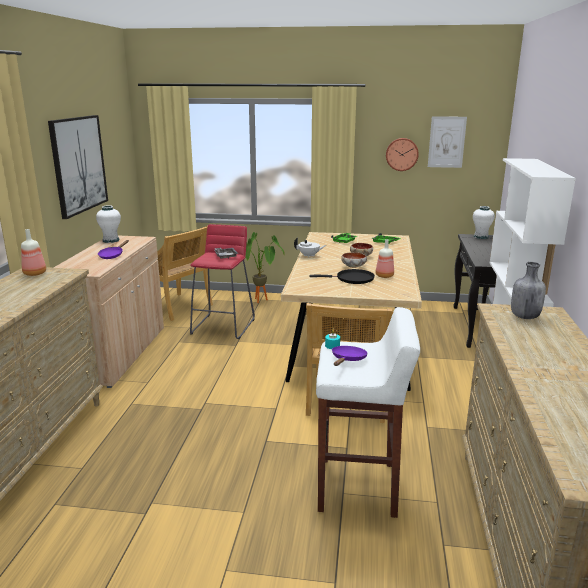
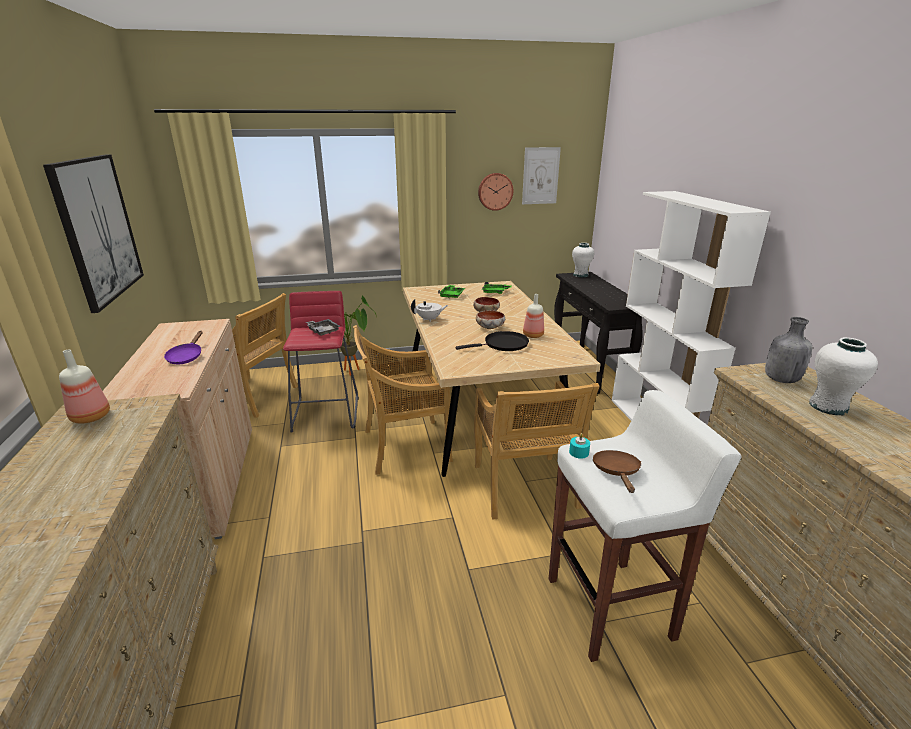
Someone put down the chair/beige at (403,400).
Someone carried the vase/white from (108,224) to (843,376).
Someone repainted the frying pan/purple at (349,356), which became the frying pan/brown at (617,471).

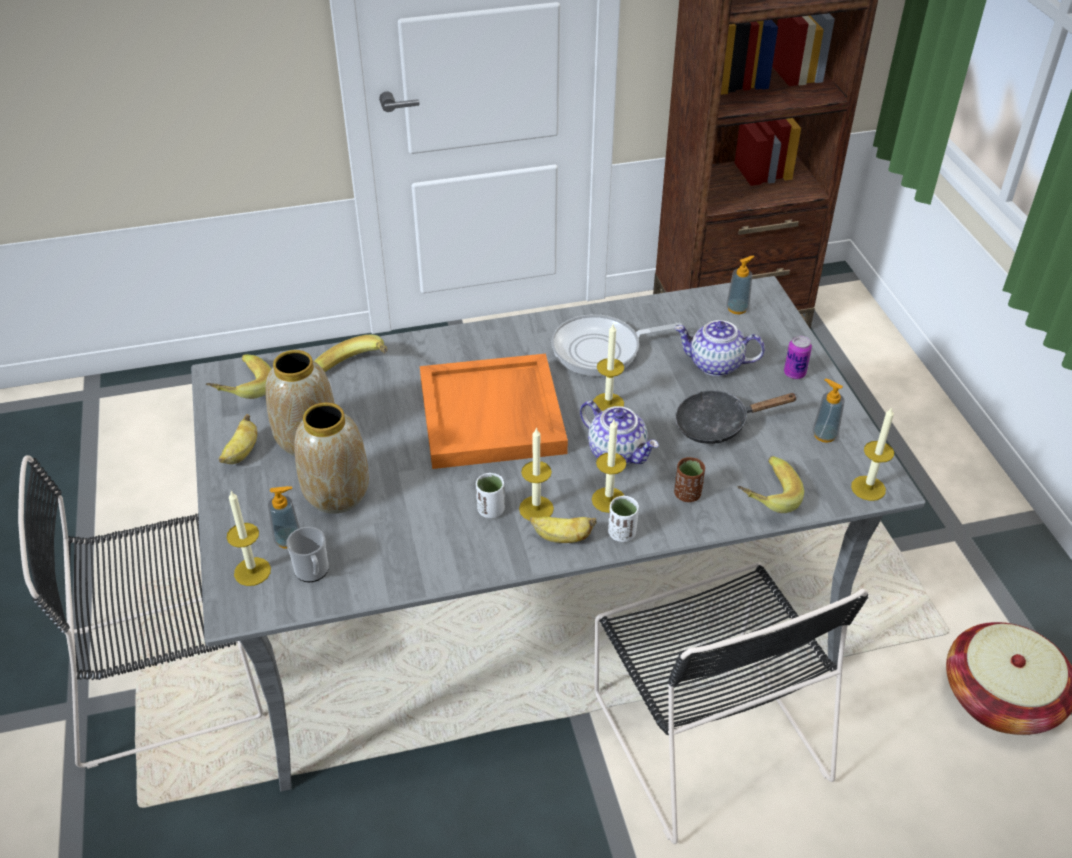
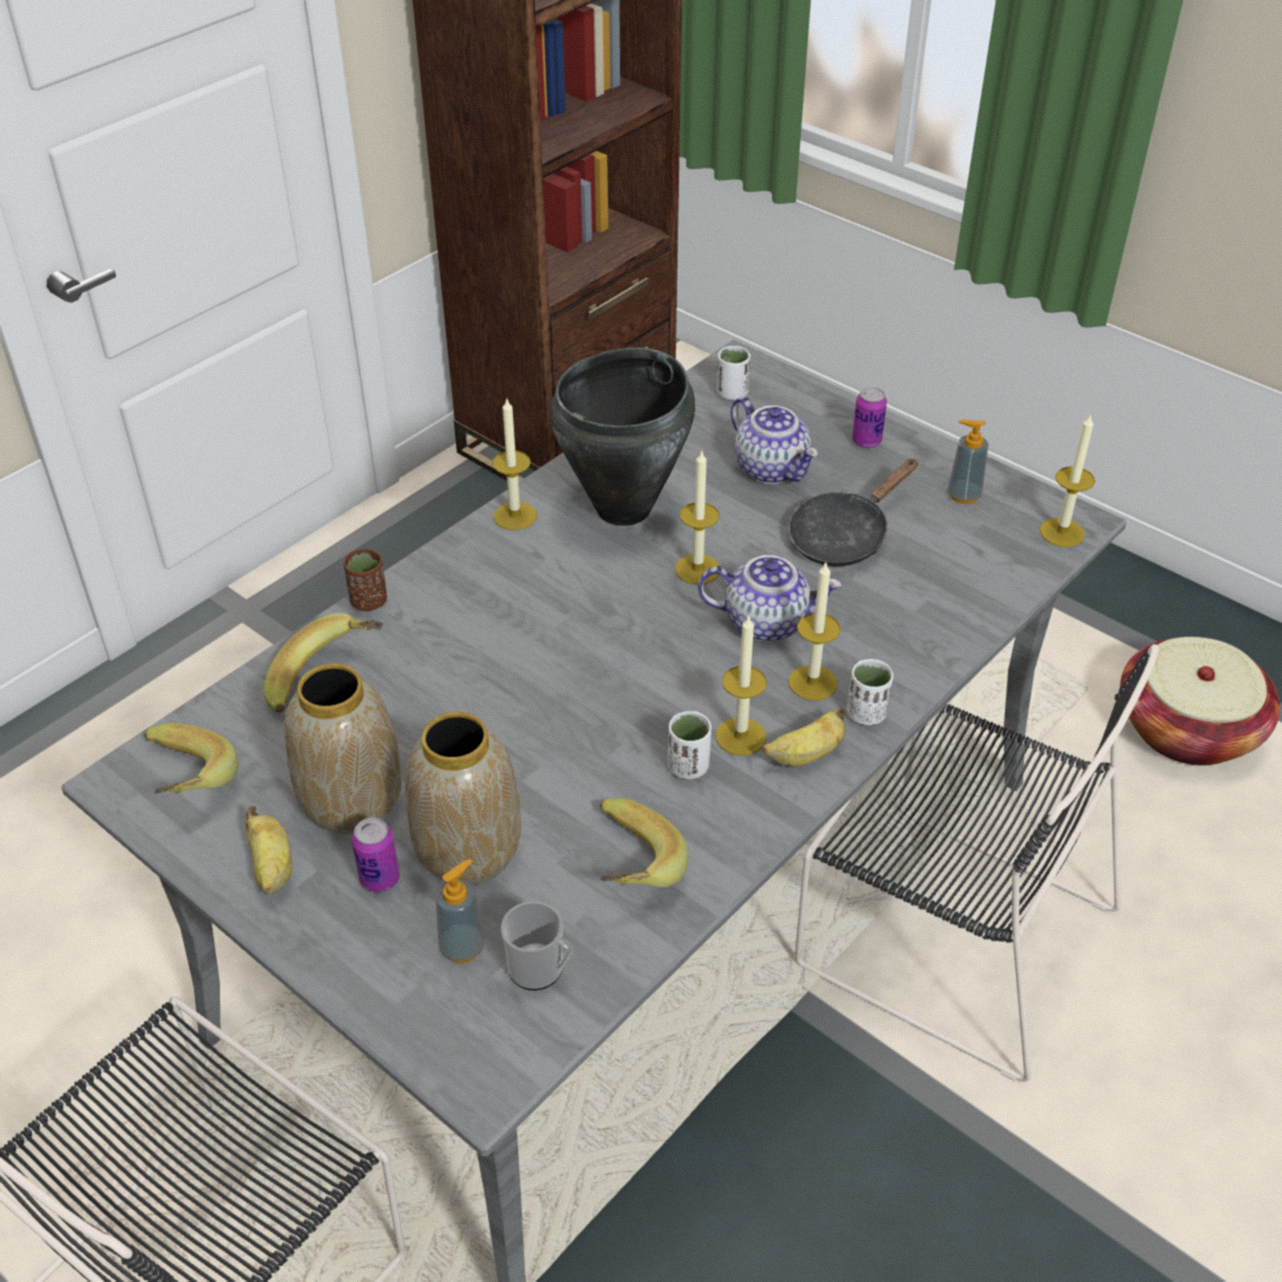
Someone took away the tray/orange at (494,411).
Someone put down the can at (376,854).
Someone carried the candle from (249,538) to (514,463).
Someone carried the cup/brown from (689,479) to (365,580).
Someone carried the banana from (770,484) to (644,842).
Someone swapped the frying pan at (617,345) for the cooking pot/black at (622,437).
Someone swapped the soap dispenser at (740,285) for the cup/white at (734,373).
Someone rotated the teapot at (719,348) by 105 degrees counterclockwise.

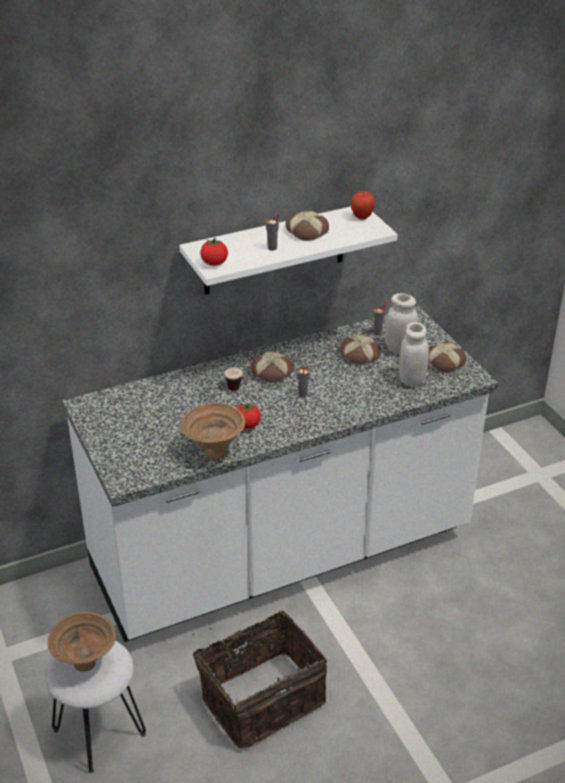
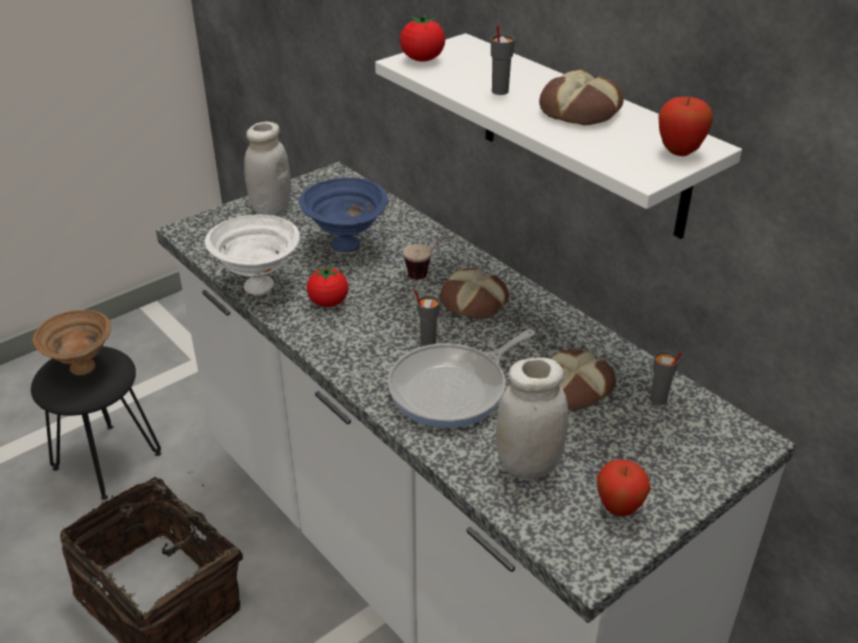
Someone put down the bowl/blue at (343,215).
Someone put down the frying pan at (461,378).
Someone carried the jar/white from (401,324) to (267,169).
Someone swapped the bread at (447,357) for the apple at (623,488).
Someone repainted the stool/white at (95,707), which became the stool/black at (96,423).
Someone repainted the bowl/brown at (213,431), which became the bowl/white at (252,255).

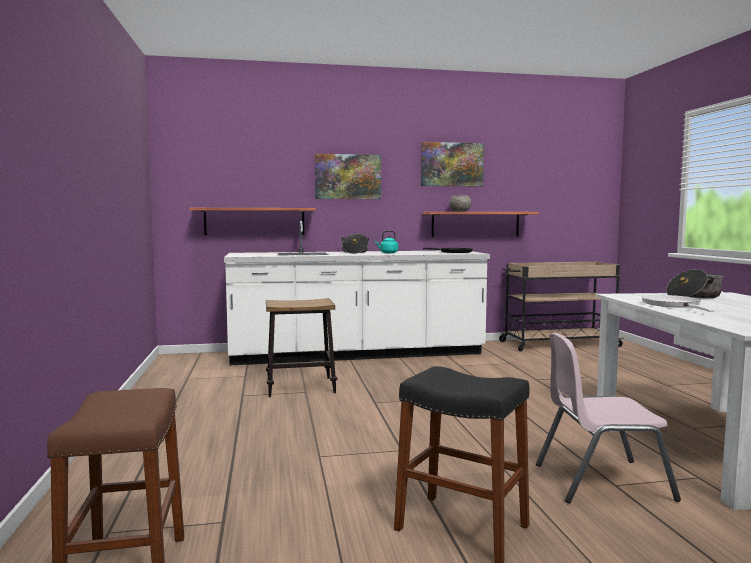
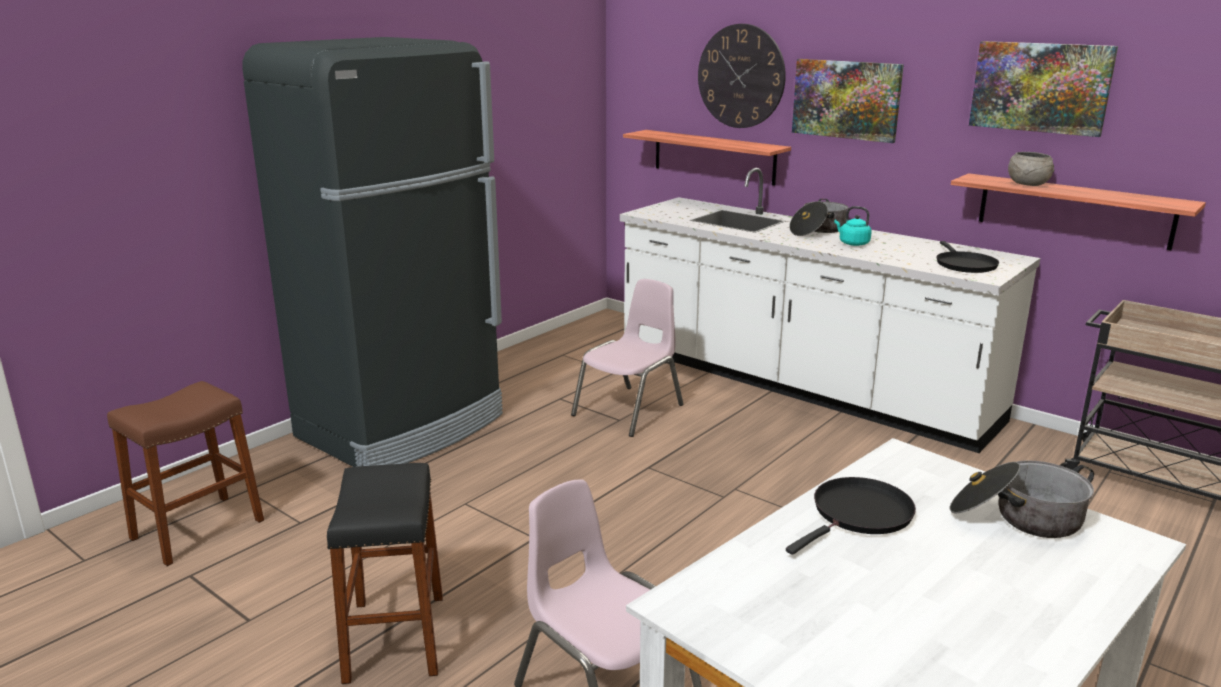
Someone put down the fridge/black at (372,252).
Someone put up the wall clock at (742,76).
Someone swapped the stool at (302,347) for the chair/pink at (627,358).
Someone repainted the frying pan/white at (678,303), which became the frying pan/black at (851,516).

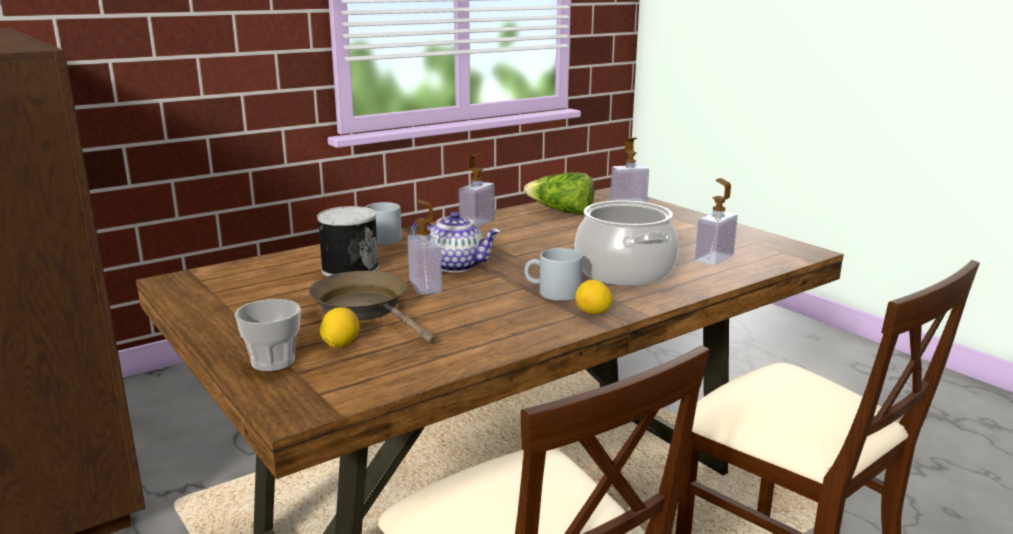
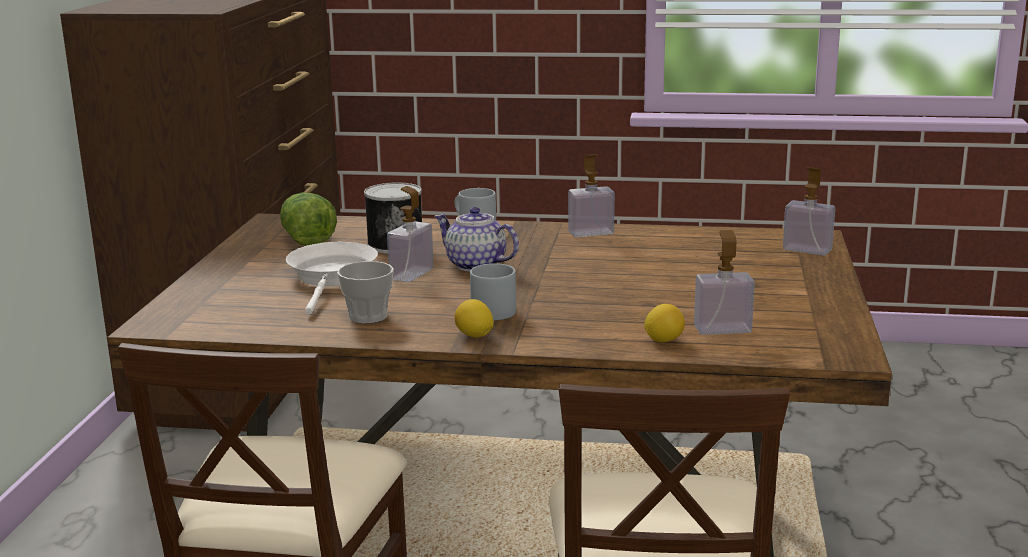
Someone took away the cooking pot at (626,243).
Someone carried the cup from (268,335) to (365,292).
Someone carried the lemon from (339,327) to (664,323).
Someone carried the lettuce from (559,193) to (308,219).
Someone repainted the frying pan/brown at (372,307), which became the frying pan/white at (332,278).
Someone rotated the teapot at (456,242) by 150 degrees clockwise.

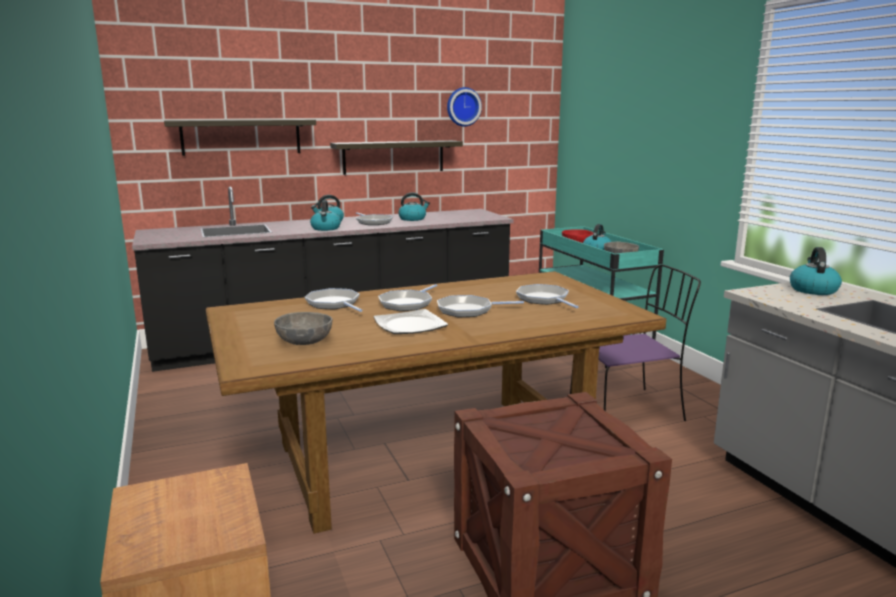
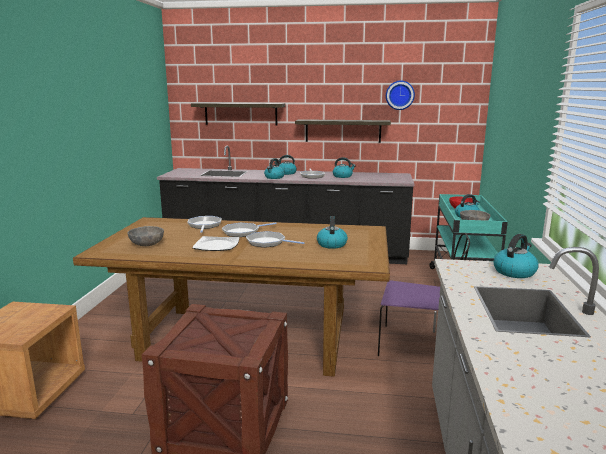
Someone swapped the frying pan at (547,296) for the kettle at (332,232).

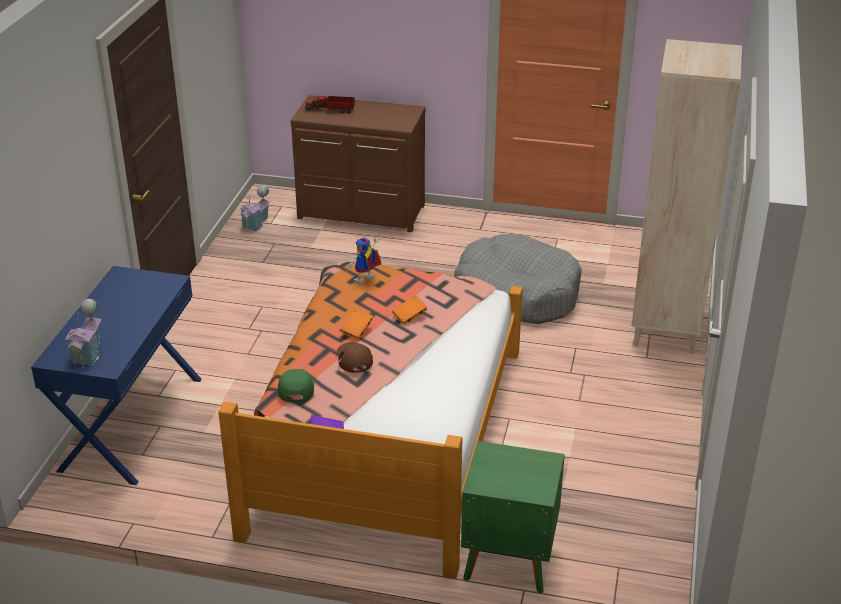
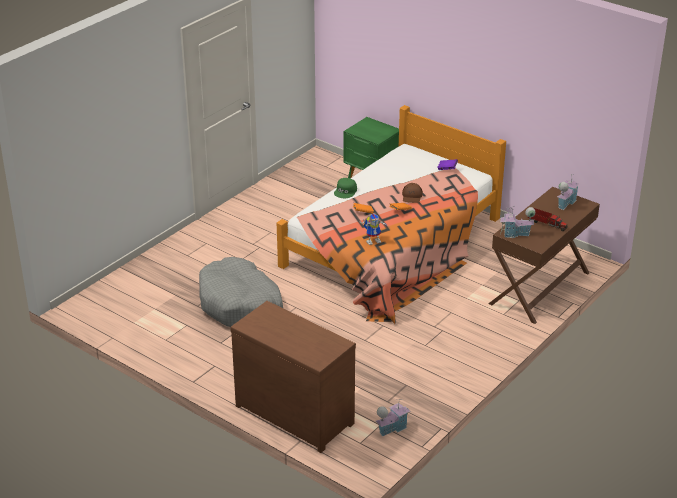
Someone took away the bookcase/beige at (686,196).
Someone put down the toy house at (517,222).
Someone carried the cap/green from (296,385) to (345,188).
Someone carried the toy truck from (330,103) to (548,219).
Someone repainted the desk/blue at (116,375), which became the desk/brown at (544,255).

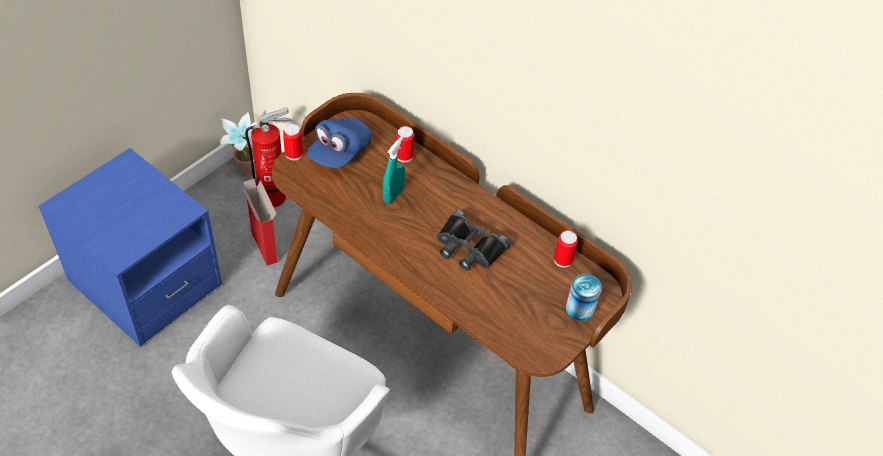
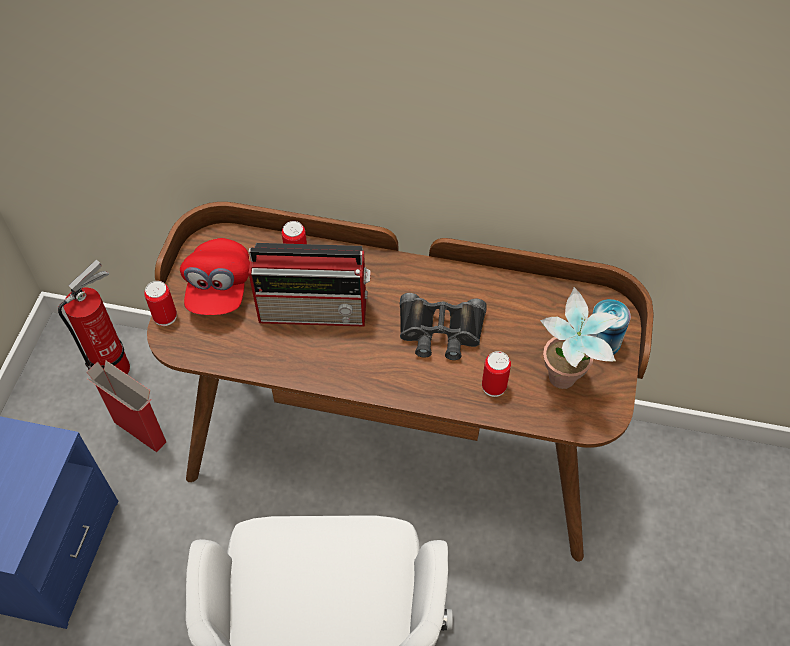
Someone carried the potted plant from (238,143) to (580,338).
Someone carried the can from (566,249) to (496,374).
Someone swapped the spray bottle/turquoise at (394,170) for the radio at (310,285).
Someone repainted the cap/blue at (339,142), which became the cap/red at (215,276).

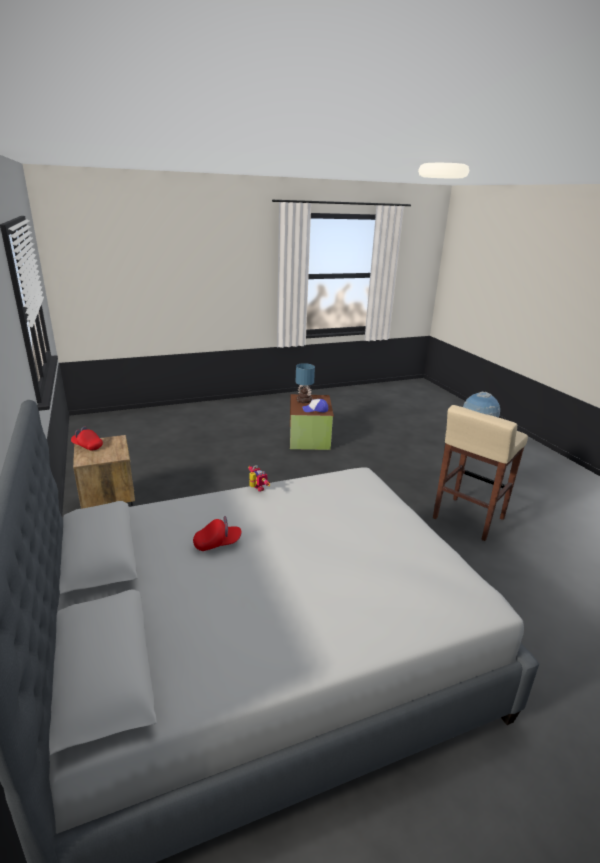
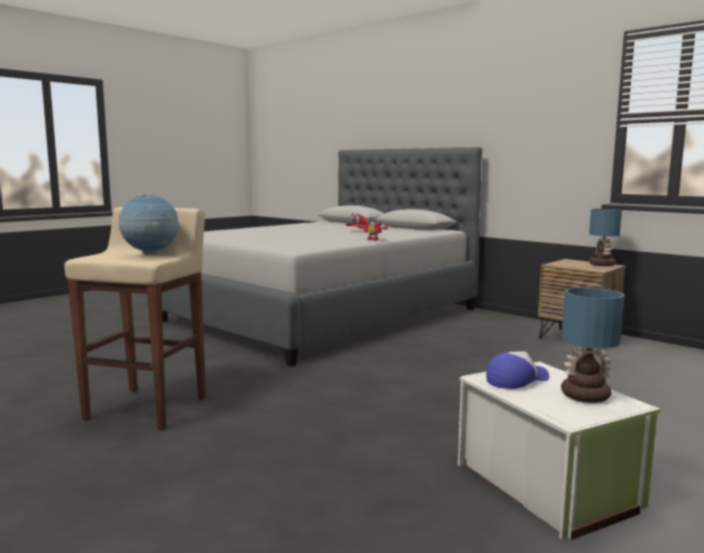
Someone swapped the cap/red at (87,439) for the table lamp at (605,237).
Someone repainted the storage box/brown at (312,422), which became the storage box/white at (559,450).

